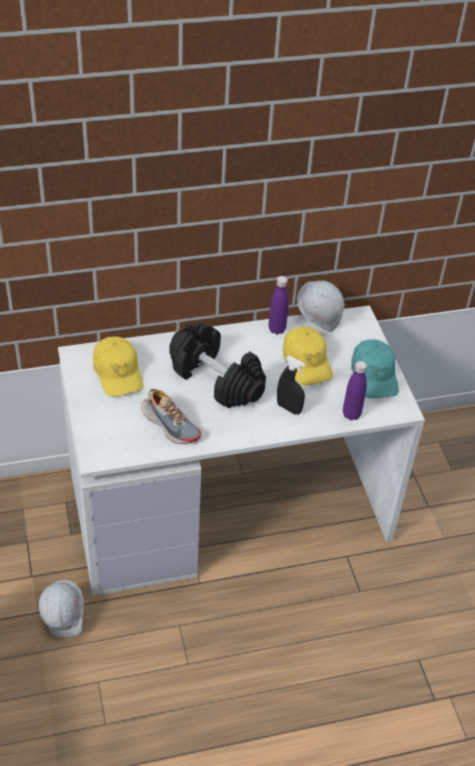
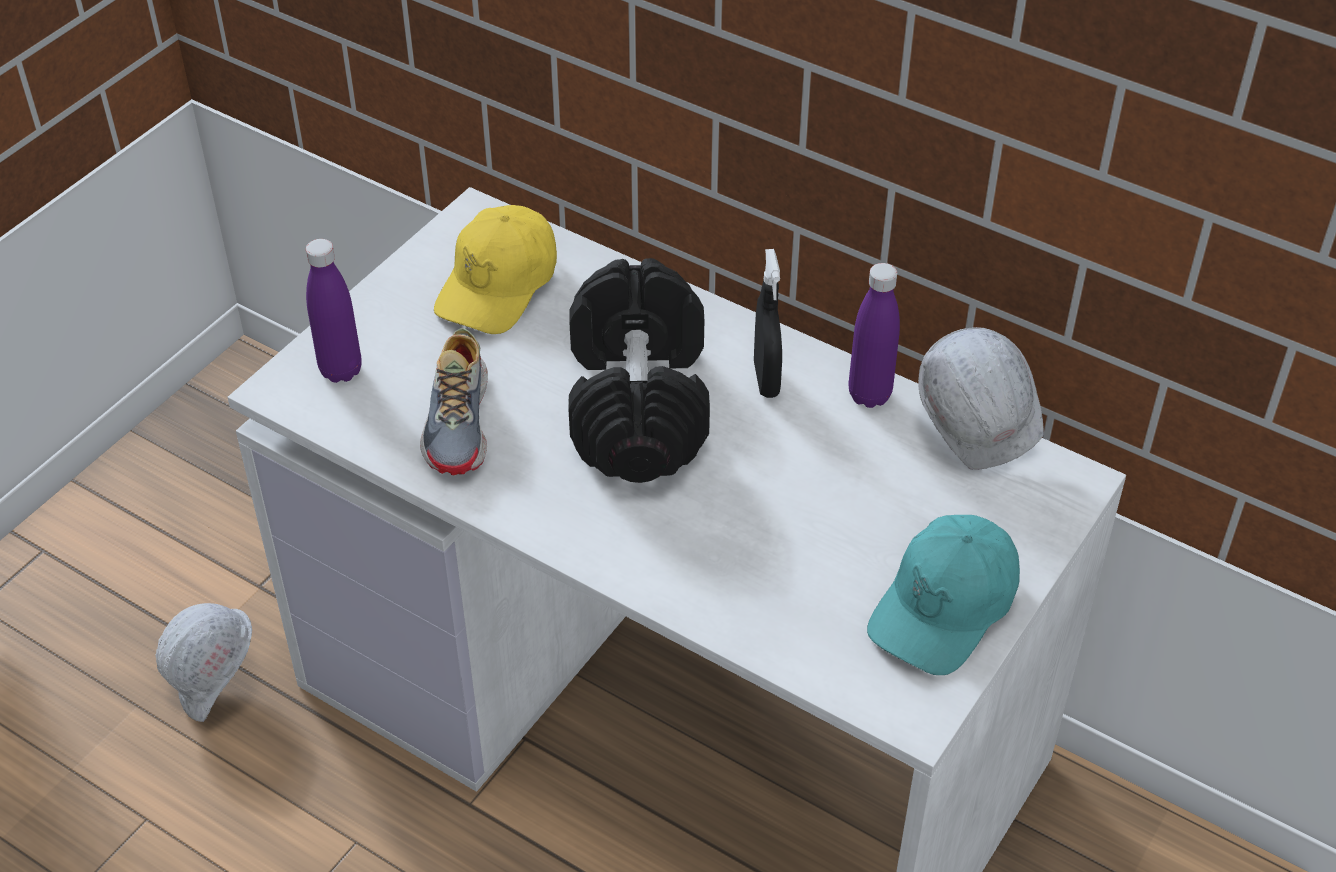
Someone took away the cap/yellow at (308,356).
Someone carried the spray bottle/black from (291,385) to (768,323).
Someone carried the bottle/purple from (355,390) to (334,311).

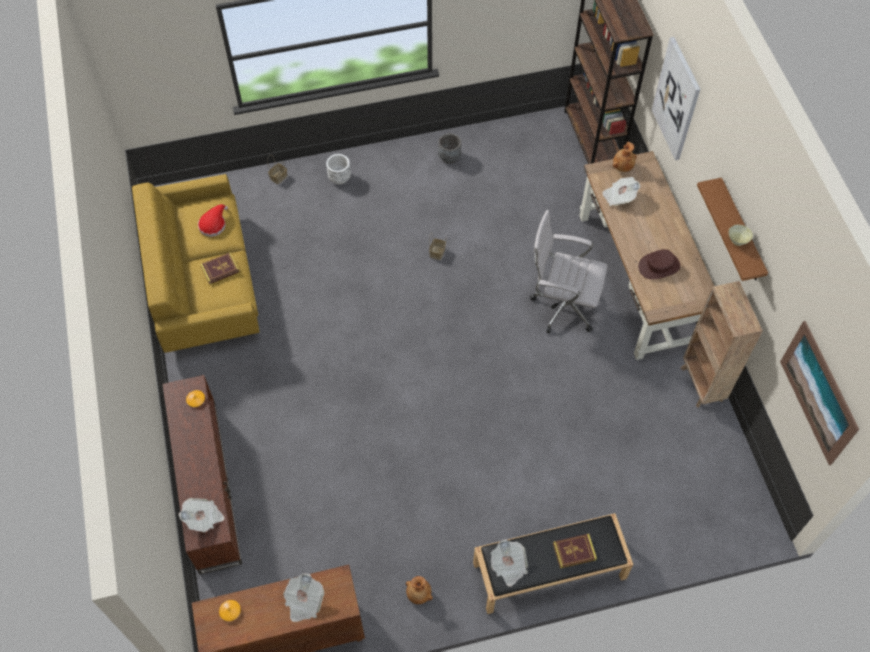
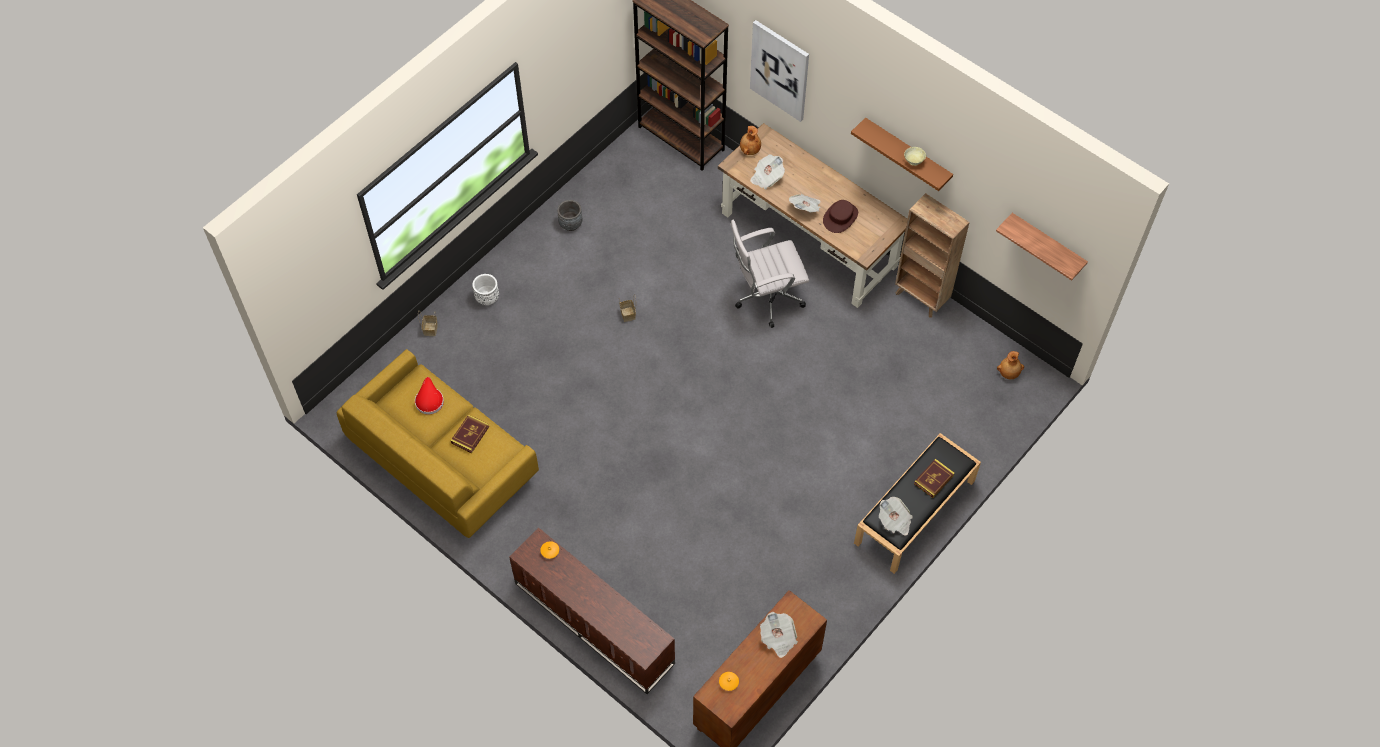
Someone carried the newspaper from (202,515) to (805,203).
Someone carried the vase/brown from (419,590) to (1010,365).
Someone swapped the picture at (819,393) for the shelf at (1042,247).

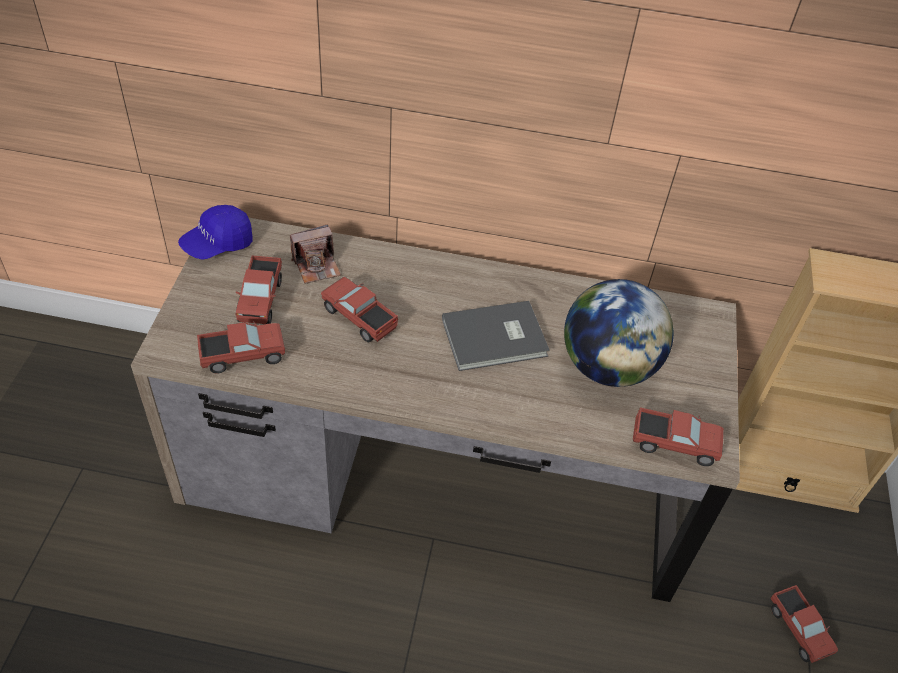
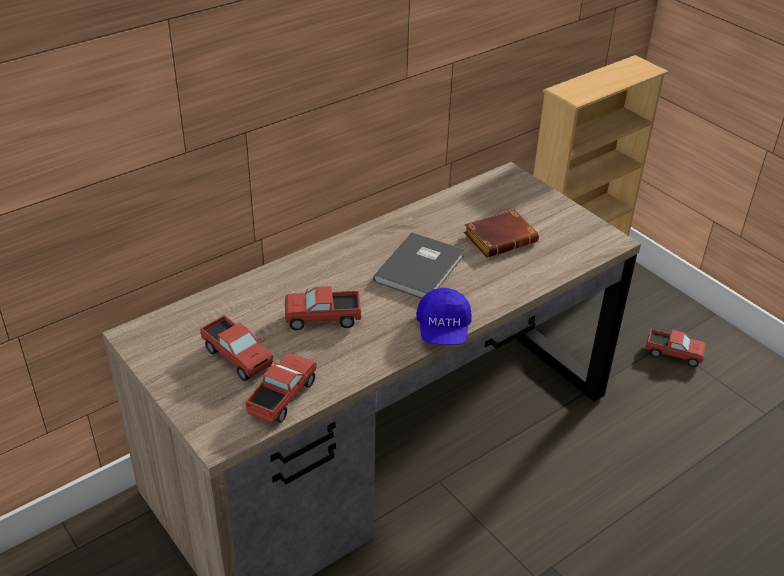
Someone took away the photo camera at (315,254).
Someone took away the toy truck at (678,436).
Someone carried the cap/blue from (215,232) to (444,316).
Someone swapped the globe at (619,333) for the book/brown at (501,233).

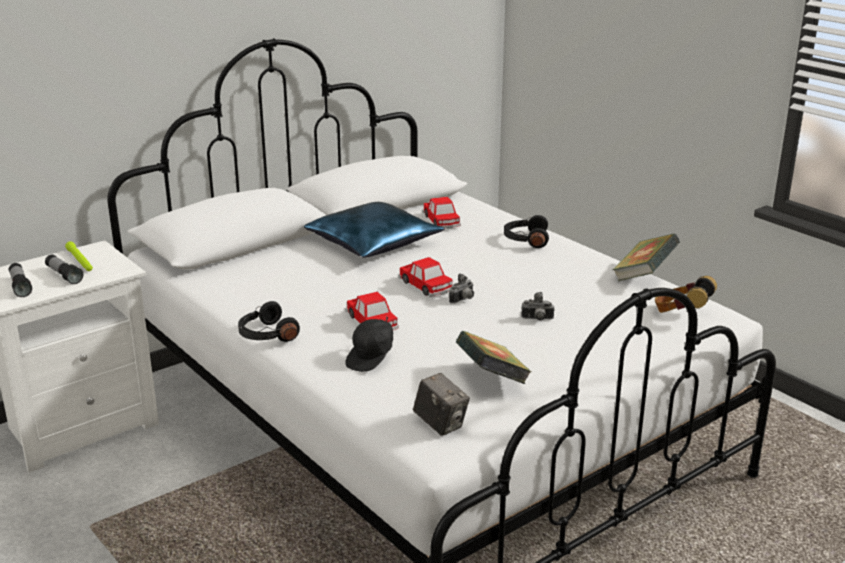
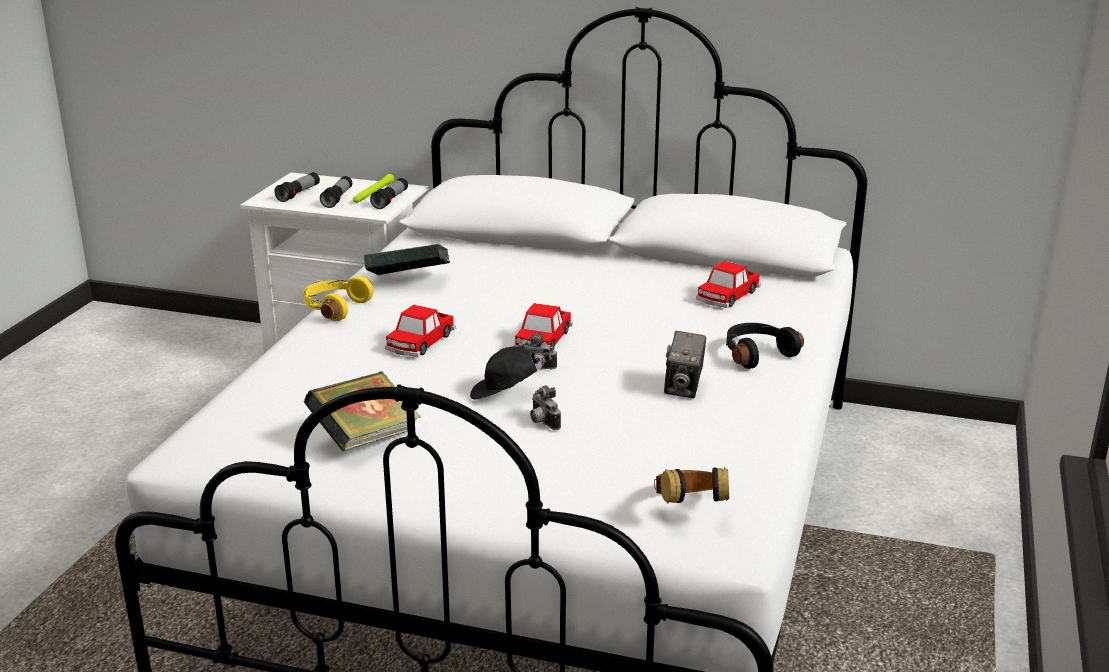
Someone took away the pillow/blue at (374,230).
Someone put down the flashlight at (389,193).
Someone carried the cap/black from (369,344) to (511,373).
Someone carried the photo camera from (441,404) to (685,364).
Someone carried the book from (646,257) to (407,259).
Someone repainted the headphones/black at (269,321), which became the headphones/yellow at (338,298).

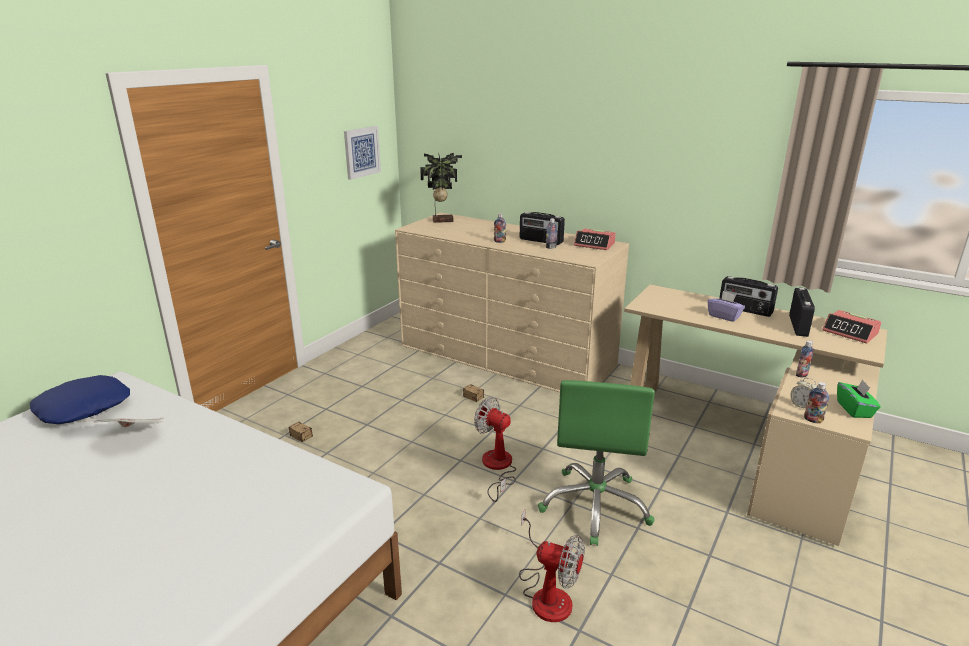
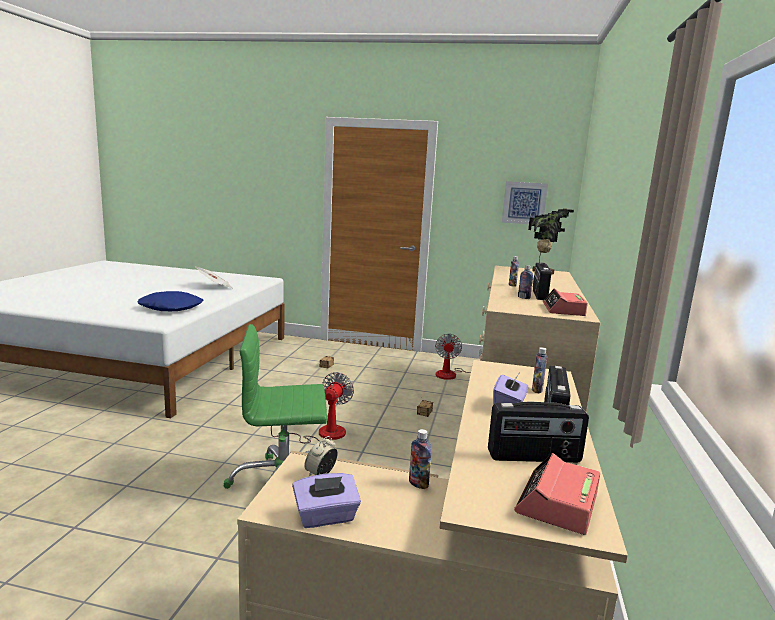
Someone carried the pillow/blue from (80,399) to (171,301).
Someone carried the fan from (552,566) to (459,357).
Someone carried the bottle from (816,403) to (539,370).
Someone repainted the tissue box/green at (859,398), which became the tissue box/purple at (326,500).

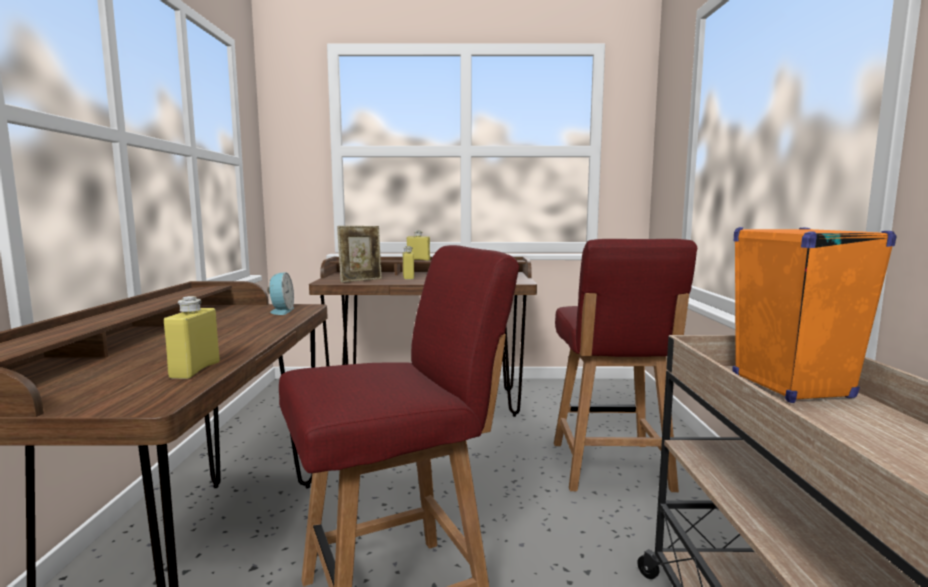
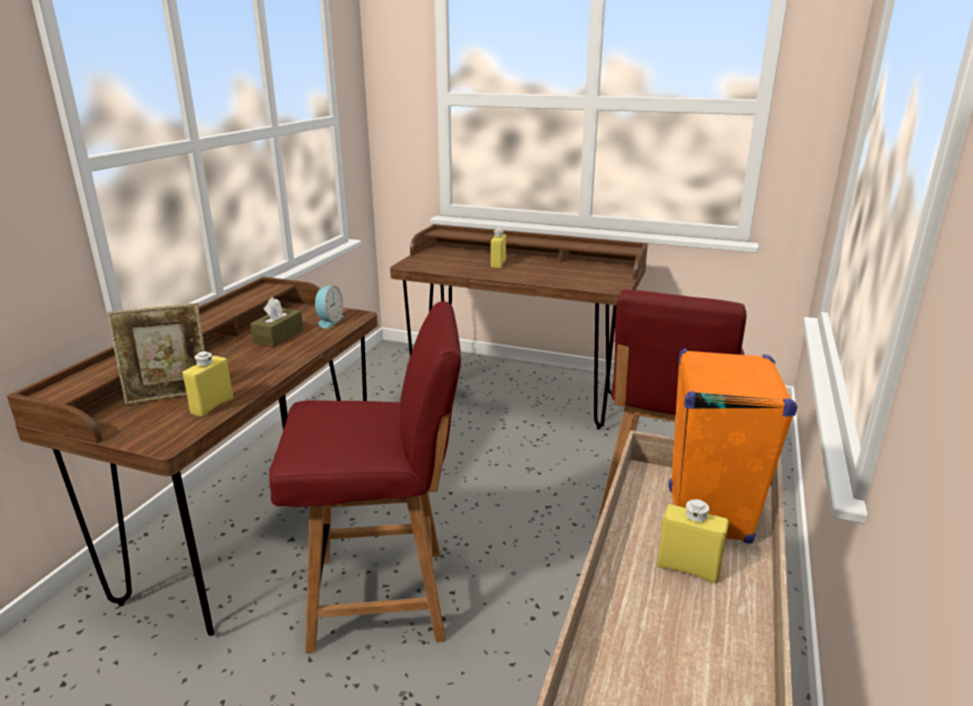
Someone put down the tissue box/brown at (276,322).
Someone carried the picture frame from (359,254) to (156,354).
Someone carried the bottle/yellow from (418,245) to (693,541).

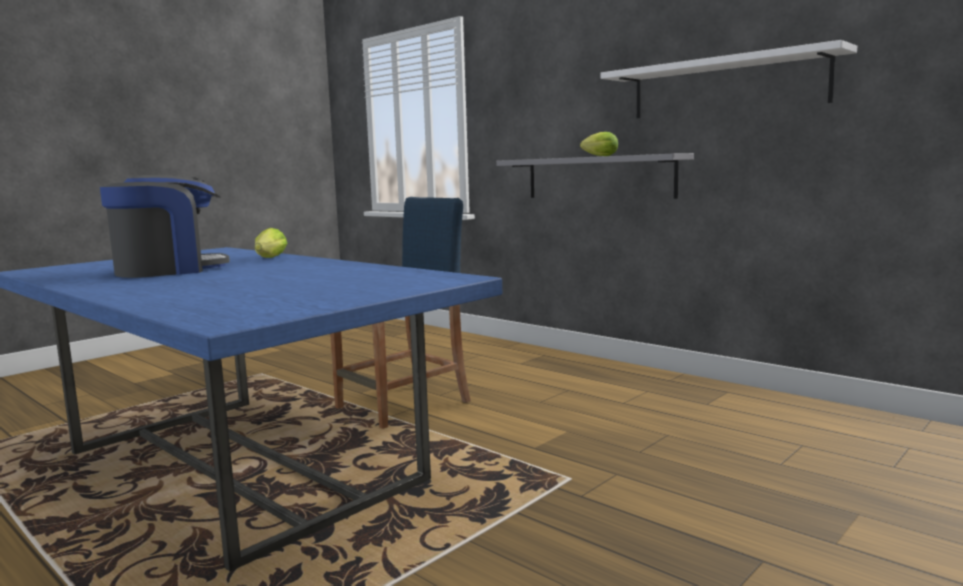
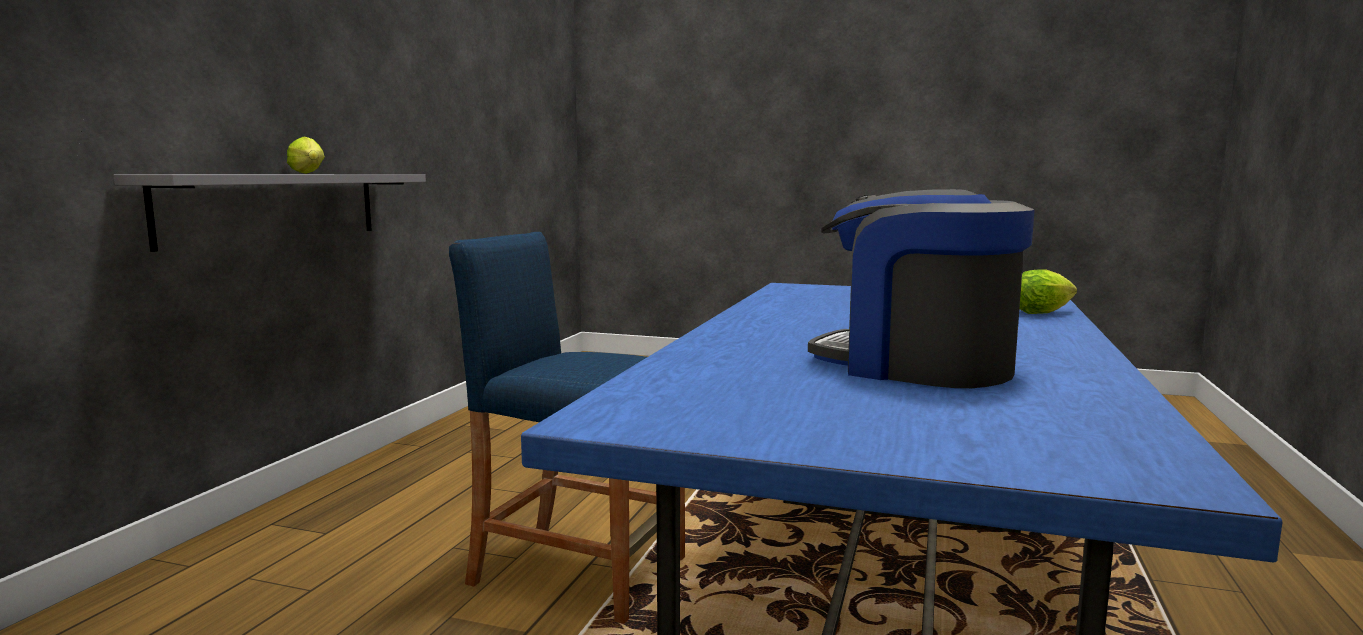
Someone took away the shelf/white at (728,79).
Someone carried the lettuce from (271,243) to (1048,292).

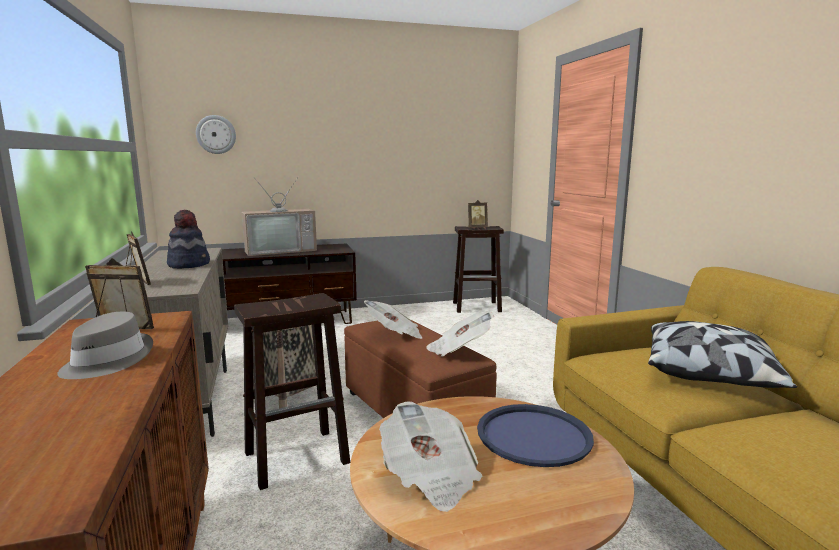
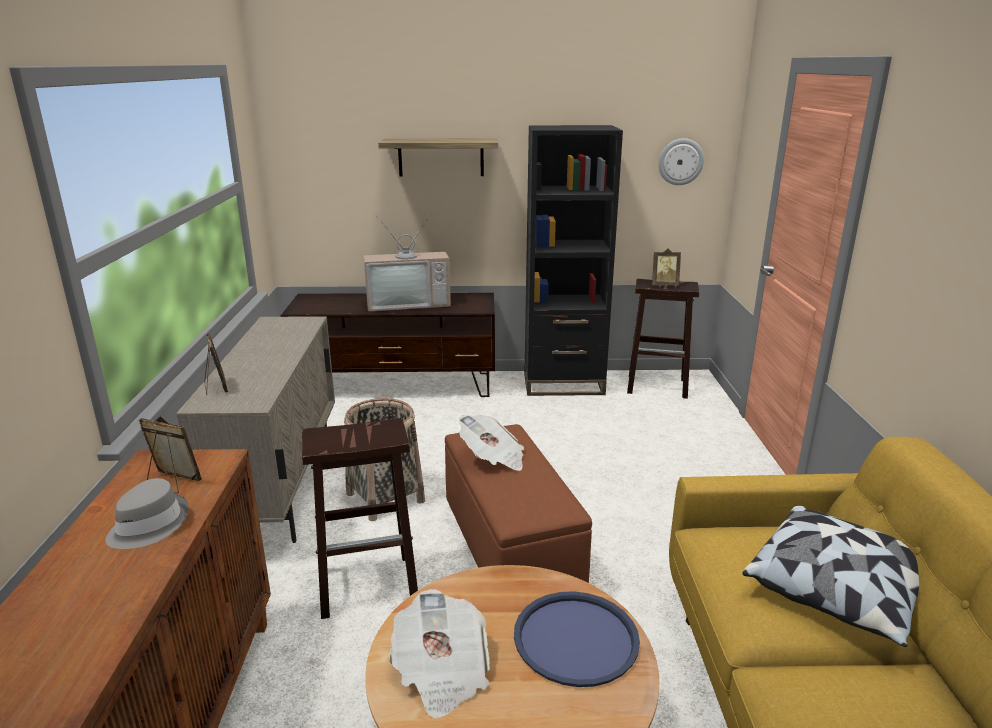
Someone took away the hat at (188,239).
Someone took away the newspaper at (460,334).
Someone put up the shelf at (438,157).
Someone put down the bookcase/black at (573,260).
Someone carried the wall clock from (216,134) to (681,161).

